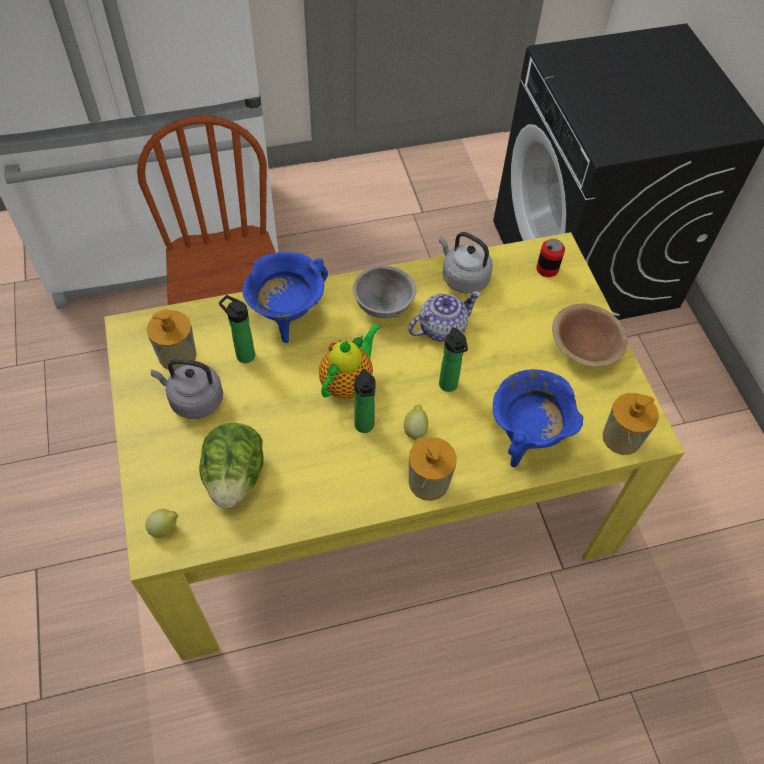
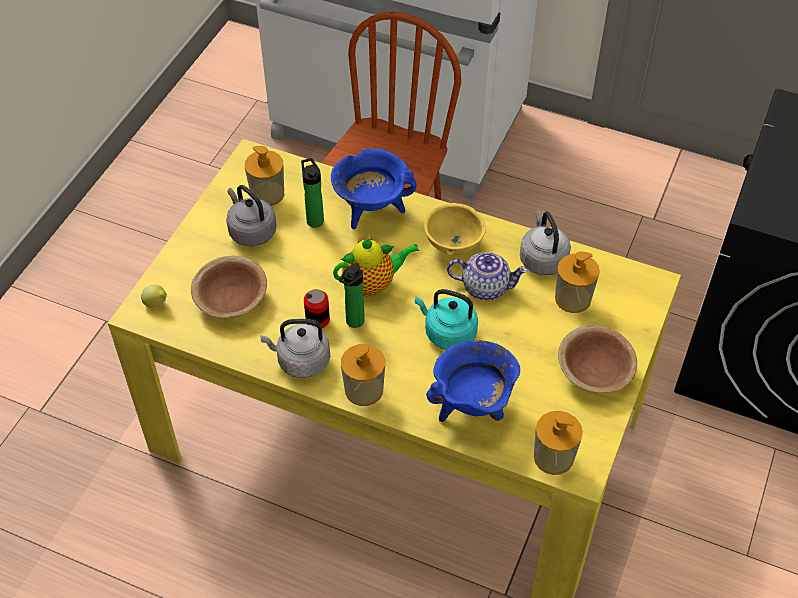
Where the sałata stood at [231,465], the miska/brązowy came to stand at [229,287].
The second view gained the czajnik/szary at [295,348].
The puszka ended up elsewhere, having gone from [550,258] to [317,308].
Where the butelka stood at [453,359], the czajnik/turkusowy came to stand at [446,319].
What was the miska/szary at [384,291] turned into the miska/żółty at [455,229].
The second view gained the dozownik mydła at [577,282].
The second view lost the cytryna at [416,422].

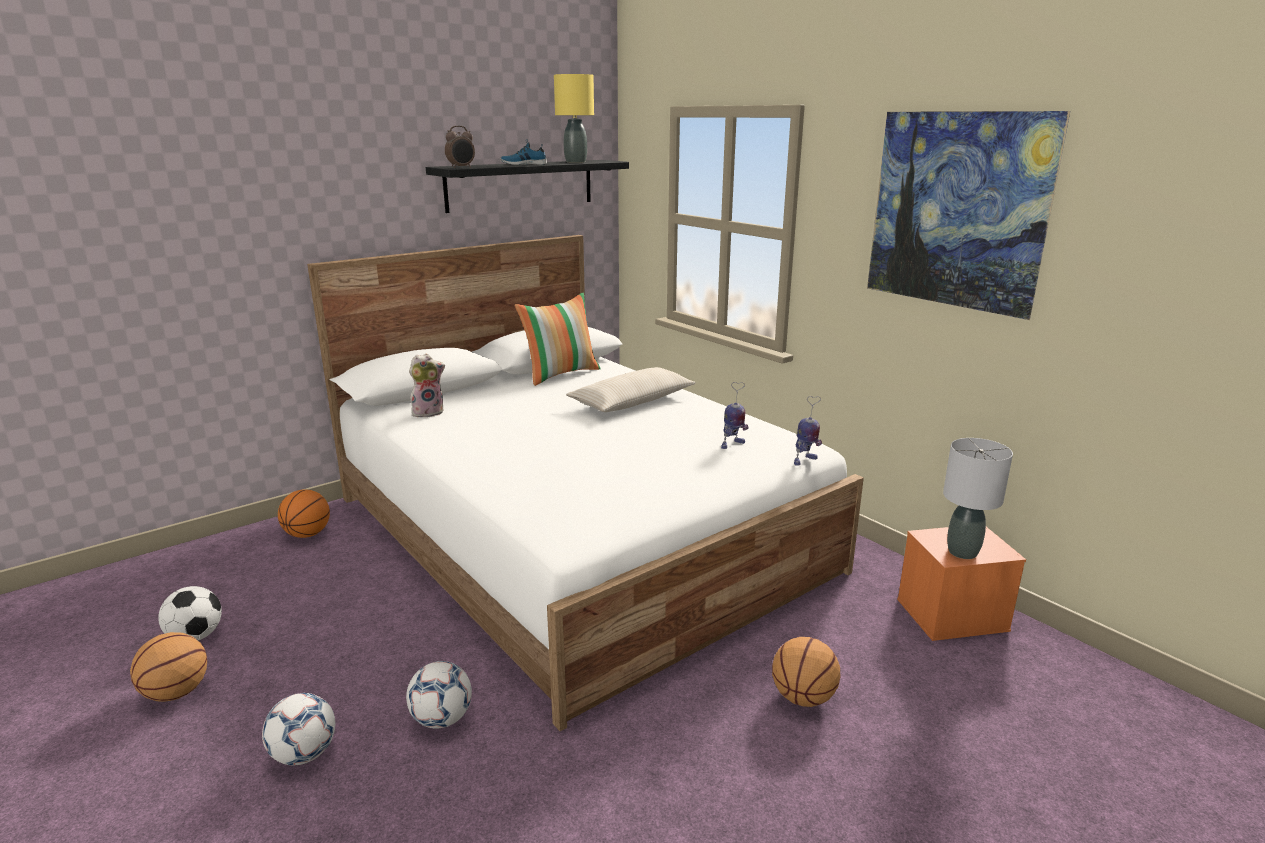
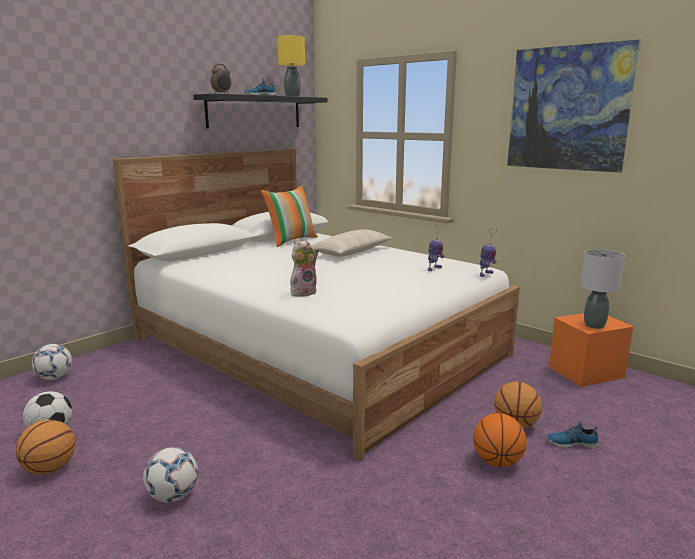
The piłka futbolowa ended up elsewhere, having gone from [439,694] to [52,362].
The pluszak ended up elsewhere, having gone from [427,385] to [304,268].
The piłka do koszykówki ended up elsewhere, having gone from [304,513] to [500,440].
The second view gained the but at [573,435].

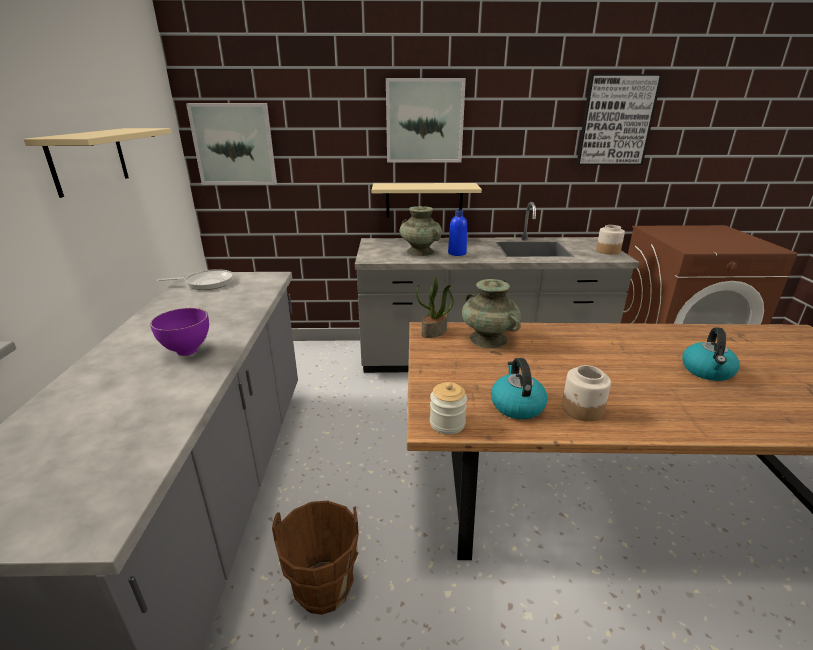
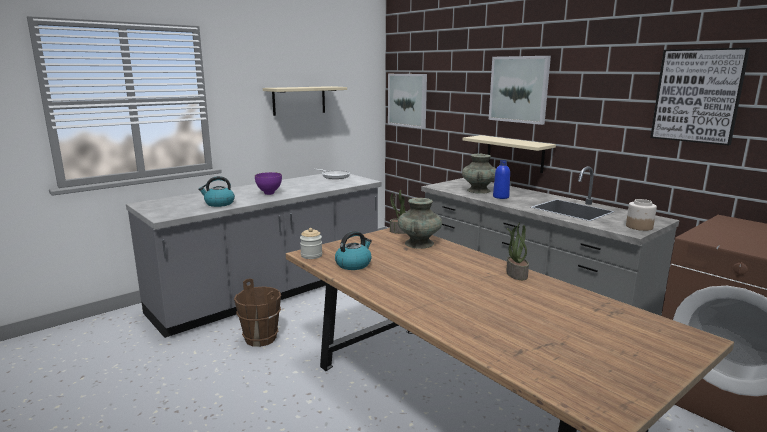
The czajnik ended up elsewhere, having gone from [711,354] to [216,191].
The second view gained the roślina doniczkowa at [517,251].
The second view lost the słoik at [586,393].

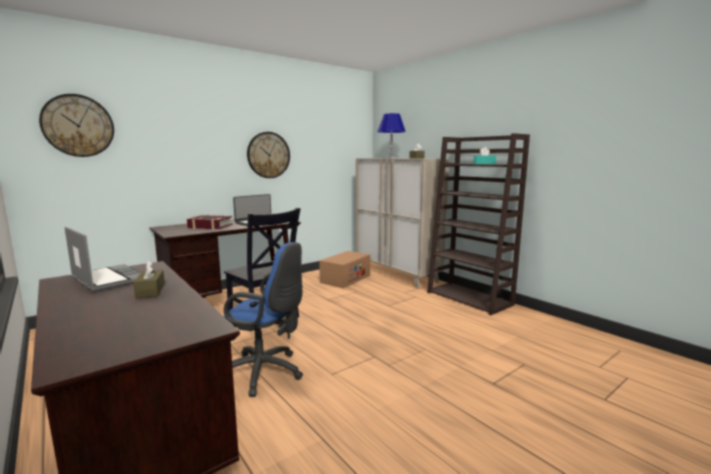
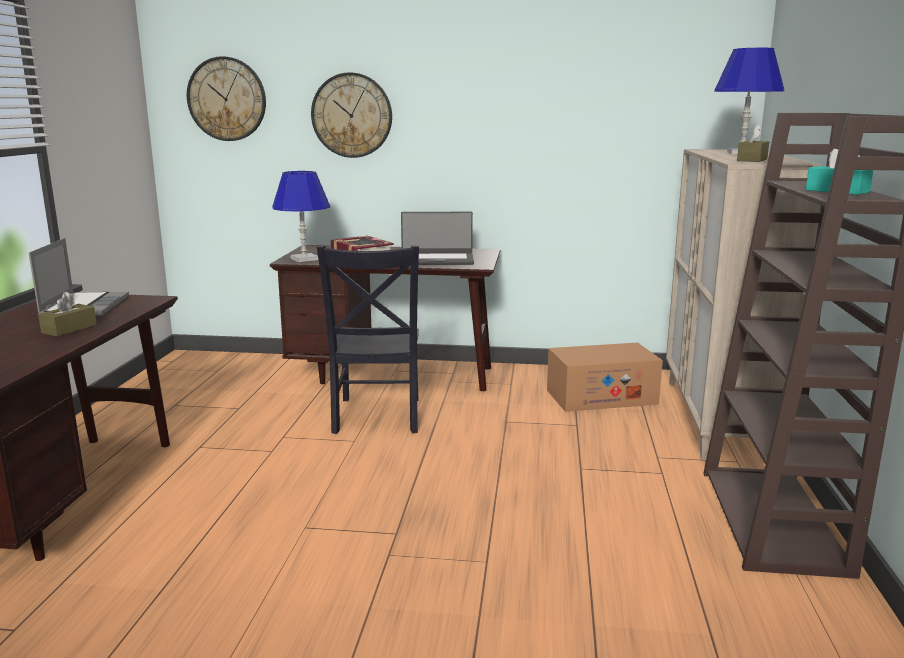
The second view gained the lampa stołowa/niebieski at [301,216].
The zegar ścienny ended up elsewhere, having gone from [268,155] to [351,115].
The second view lost the krzesło biurowe/niebieski at [263,319].

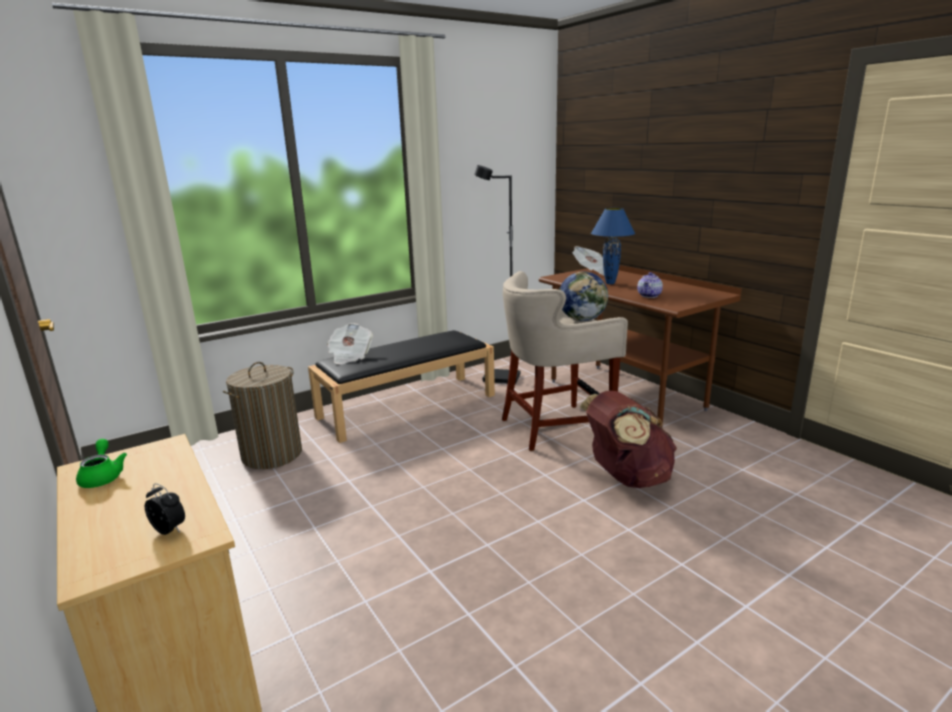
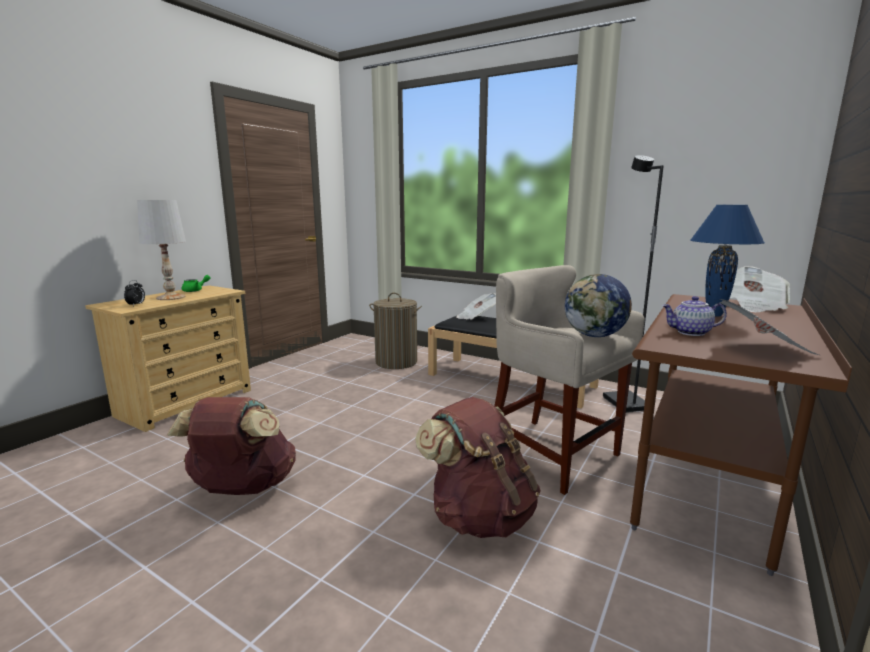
The second view gained the lampa stołowa/biały at [161,250].
The second view gained the plecak/brązowy at [231,446].
The second view gained the gazeta at [769,327].

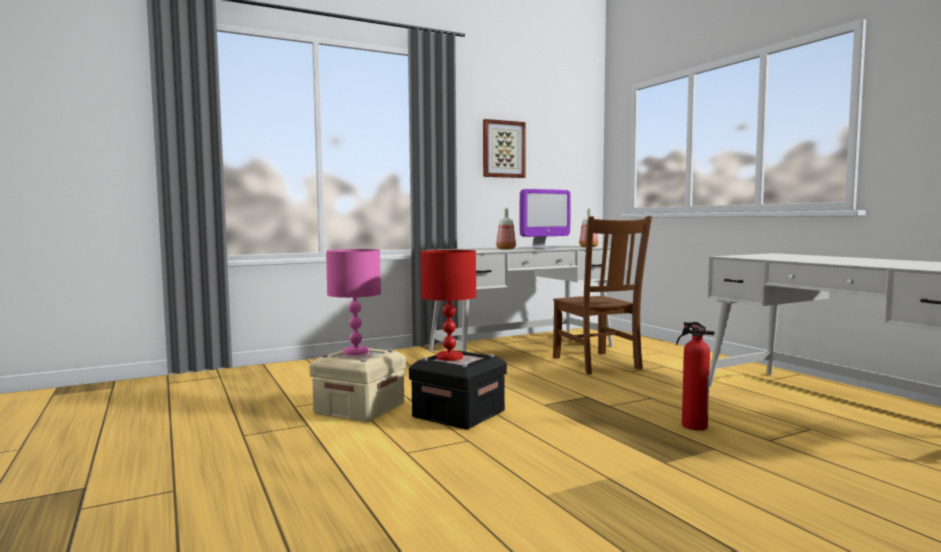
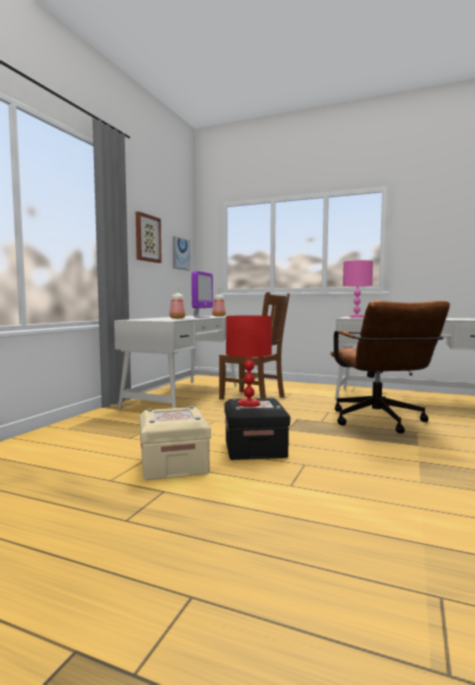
The second view gained the obraz at [181,253].
Where the gaśnica stood at [695,376], the krzesło biurowe/brązowy came to stand at [390,367].
The lampa stołowa/różowy ended up elsewhere, having gone from [353,302] to [358,289].

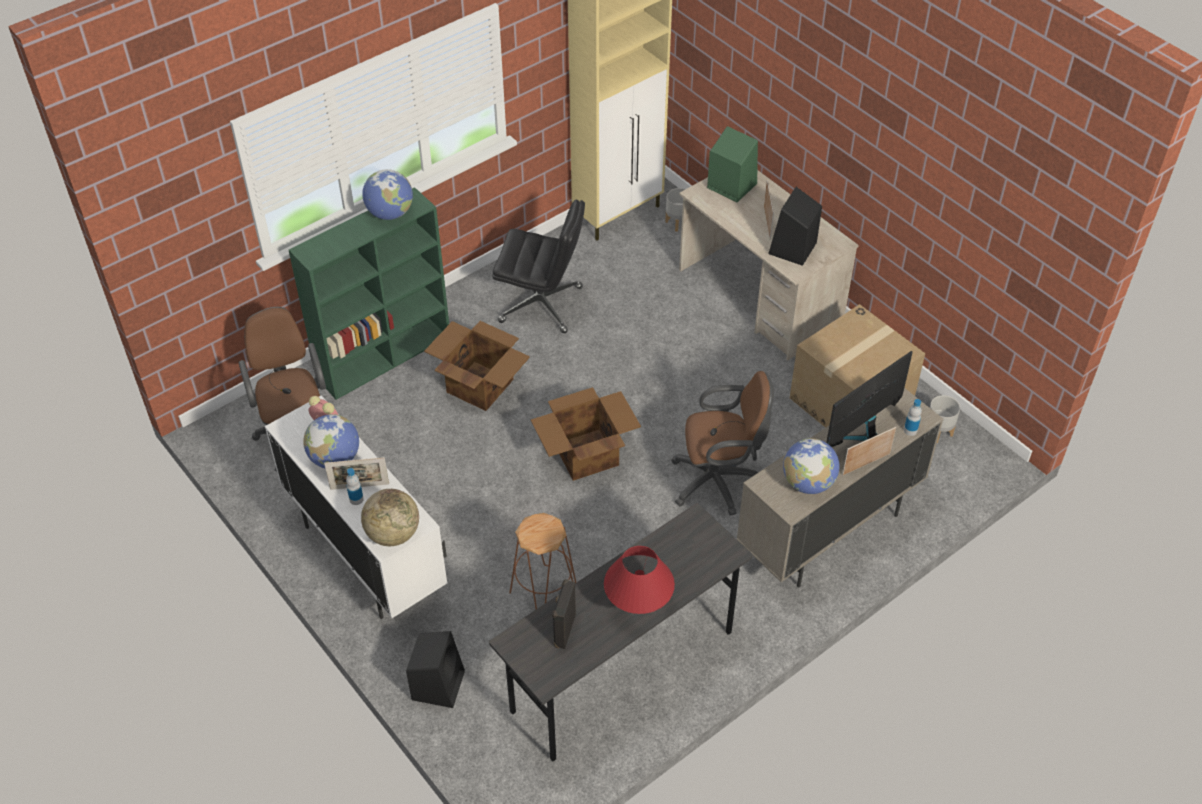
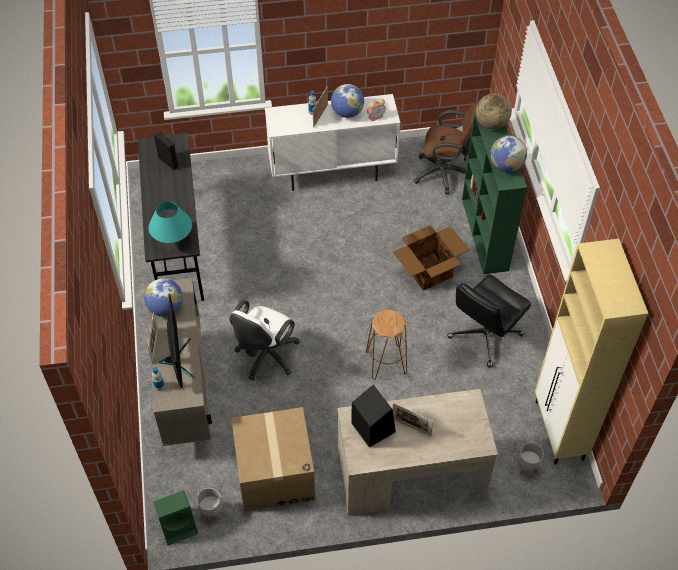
The second view gained the lampa stołowa/turkusowy at [170,222].
The głośnik/zielony ended up elsewhere, having gone from [732,164] to [175,517].
What was the krzesło biurowe/brązowy at [722,443] turned into the krzesło biurowe/biały at [264,340].
The stołek/brązowy ended up elsewhere, having gone from [542,561] to [386,345].
The globus ended up elsewhere, having gone from [390,517] to [494,111].
The second view lost the głośnik/czarny at [435,669].
The second view lost the karton at [586,434].
The second view lost the lampa stołowa/czerwony at [639,580].

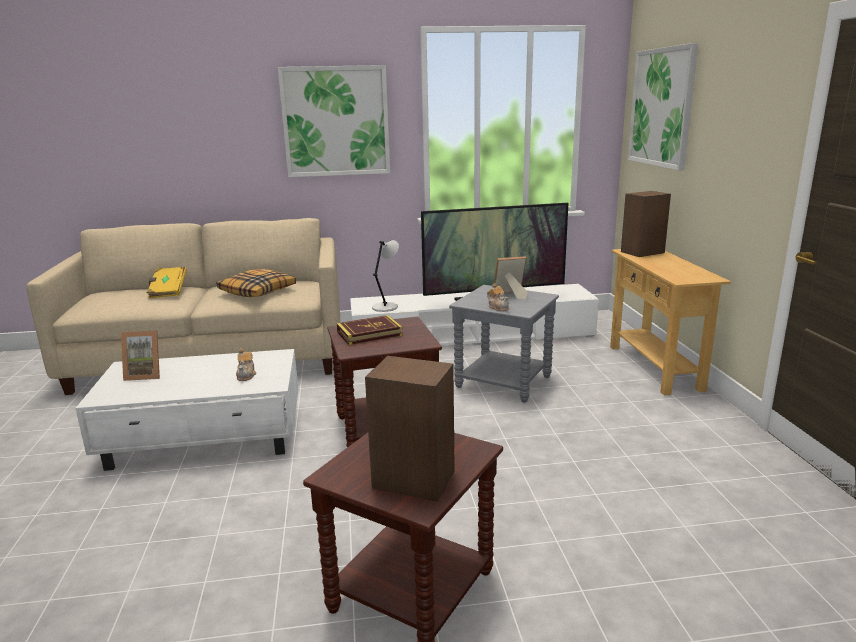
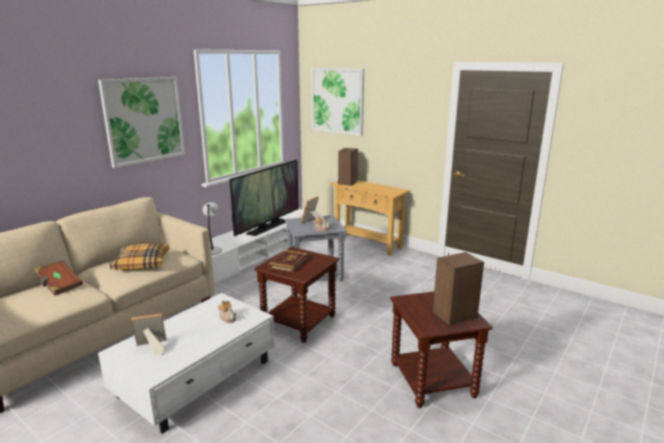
What was the książka/żółty at [167,282] turned into the książka/brązowy at [58,278].
The ramka na zdjęcie at [140,356] ended up facing another way, 150 degrees counterclockwise from before.

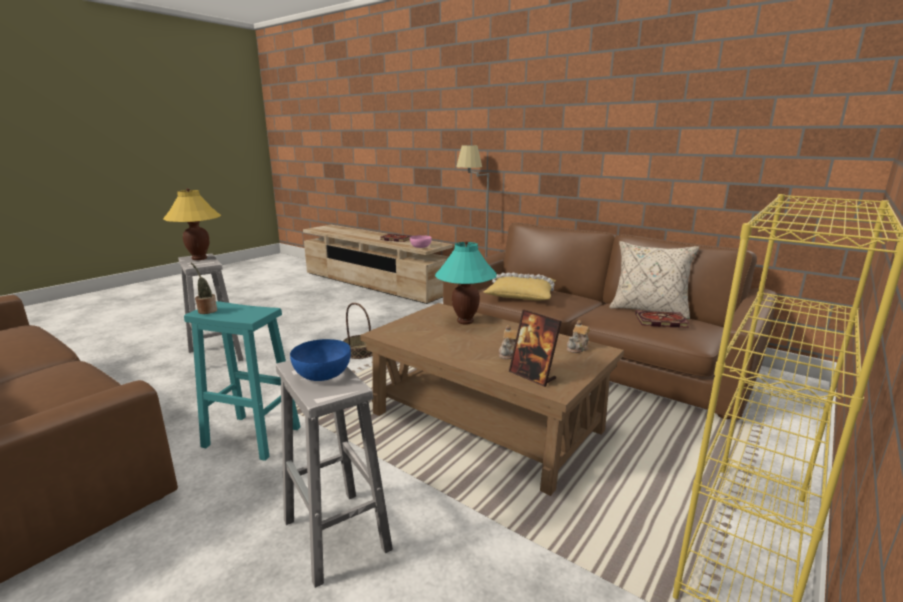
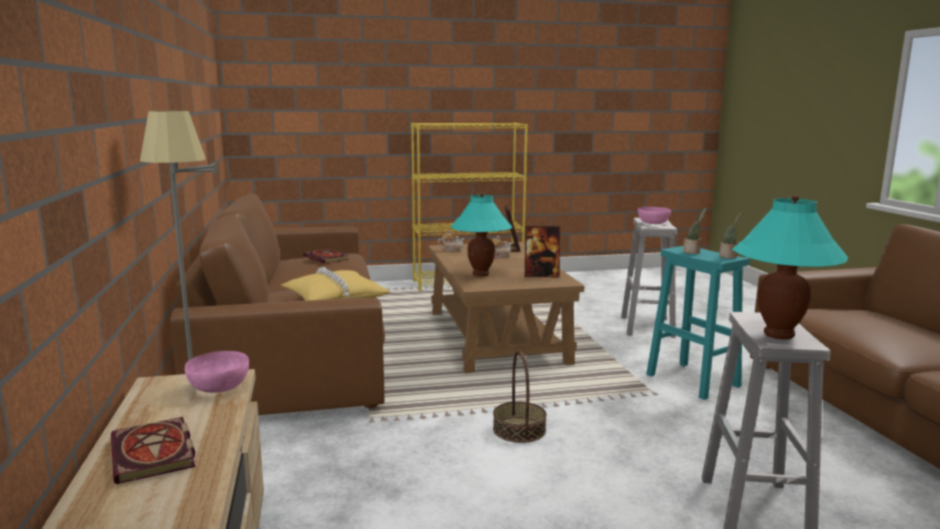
The second view gained the ramka na zdjęcie at [542,251].
What was the miska/niebieski at [320,360] turned into the miska/różowy at [654,215].
The second view gained the roślina doniczkowa at [694,231].
What was the lampa stołowa/żółty at [192,224] turned into the lampa stołowa/turkusowy at [790,267].
The second view lost the poduszka/beżowy at [654,280].

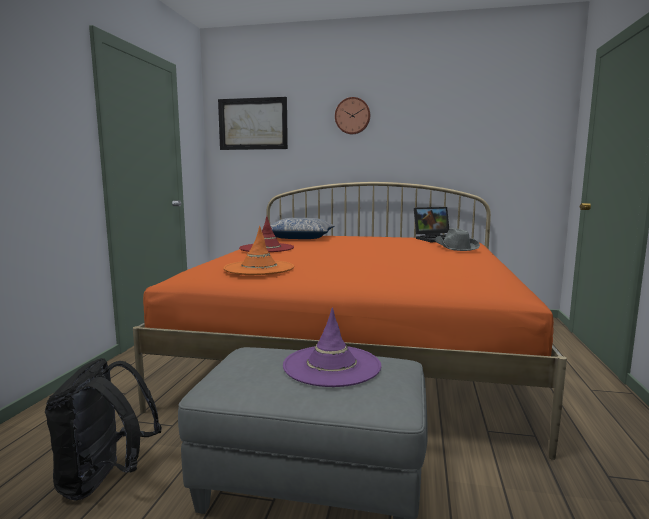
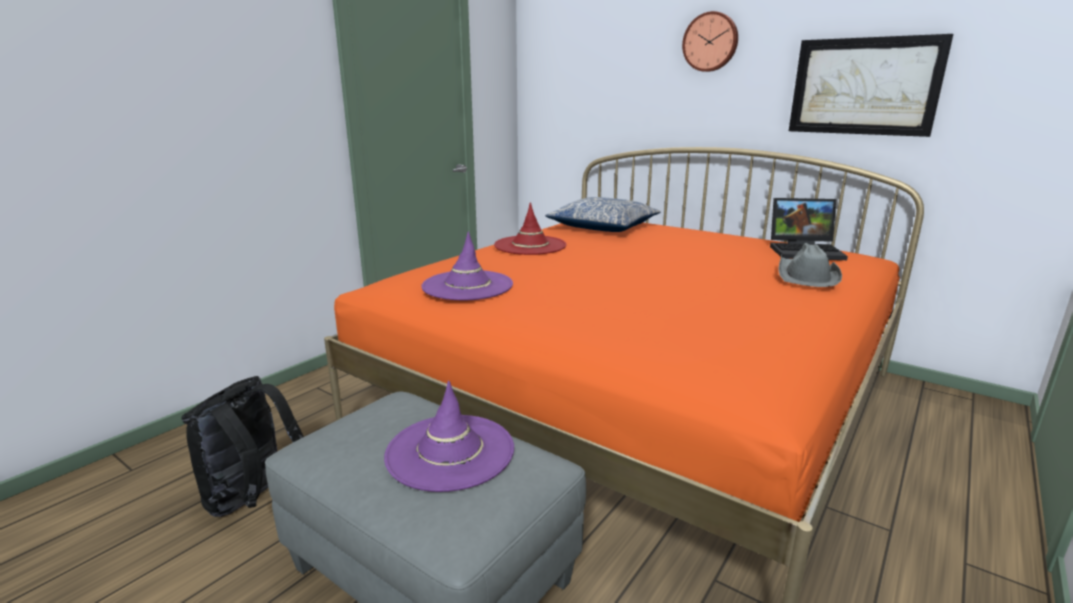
What was the kapelusz/pomarańczowy at [258,250] turned into the kapelusz/fioletowy at [467,265].
The obraz ended up elsewhere, having gone from [253,123] to [871,85].

